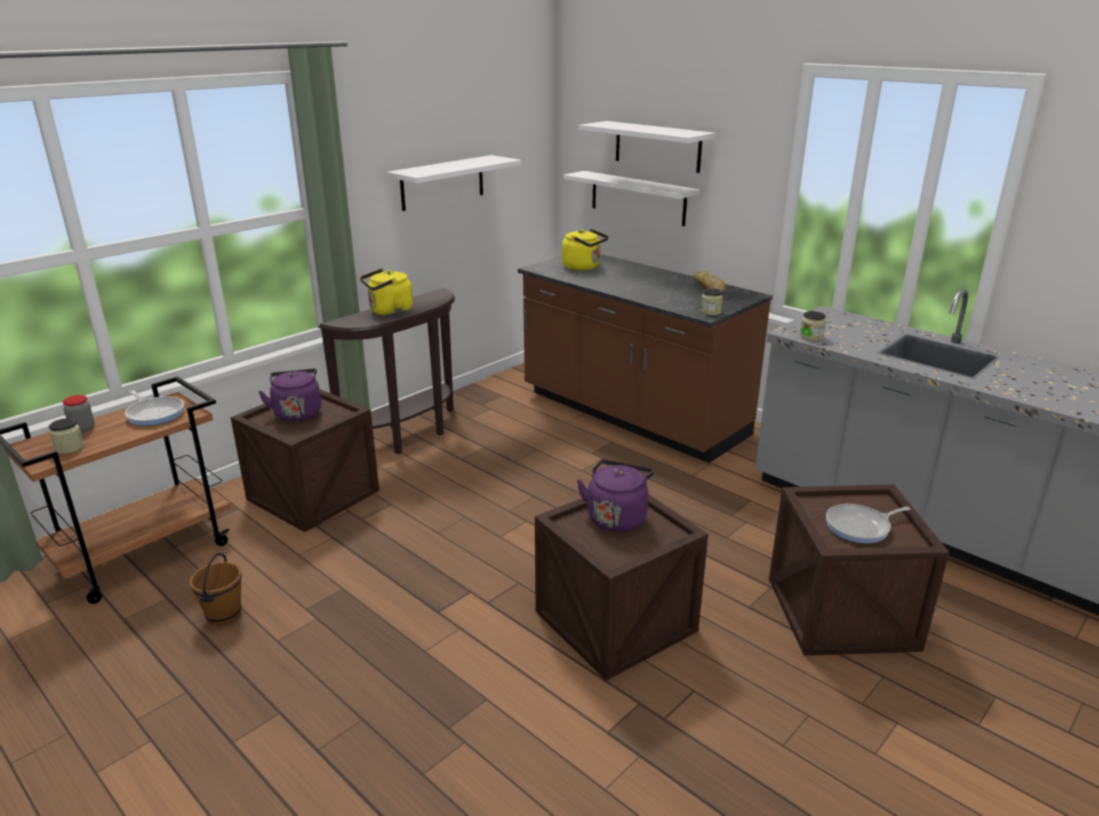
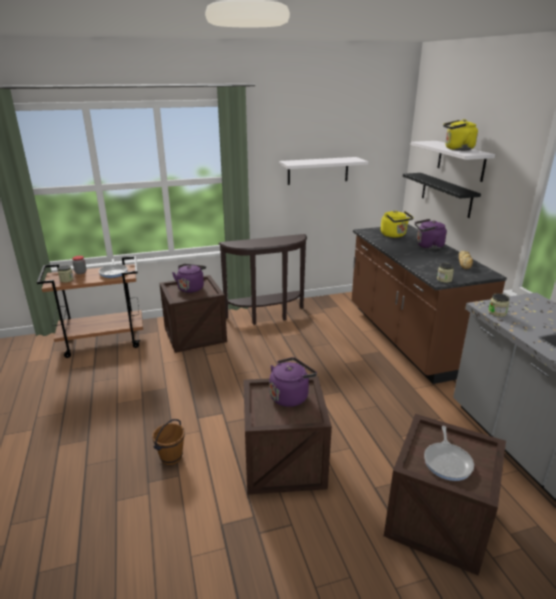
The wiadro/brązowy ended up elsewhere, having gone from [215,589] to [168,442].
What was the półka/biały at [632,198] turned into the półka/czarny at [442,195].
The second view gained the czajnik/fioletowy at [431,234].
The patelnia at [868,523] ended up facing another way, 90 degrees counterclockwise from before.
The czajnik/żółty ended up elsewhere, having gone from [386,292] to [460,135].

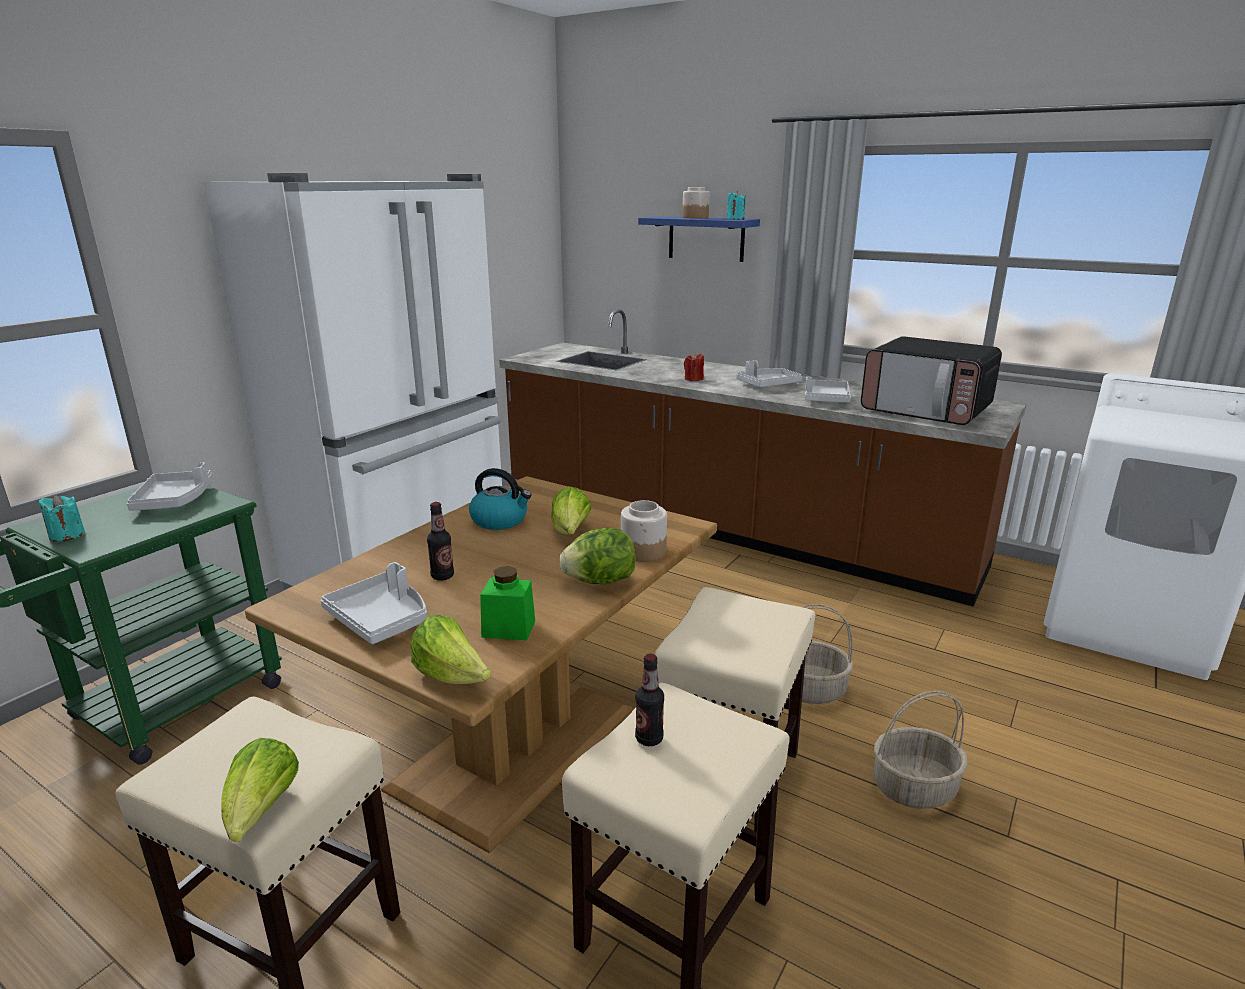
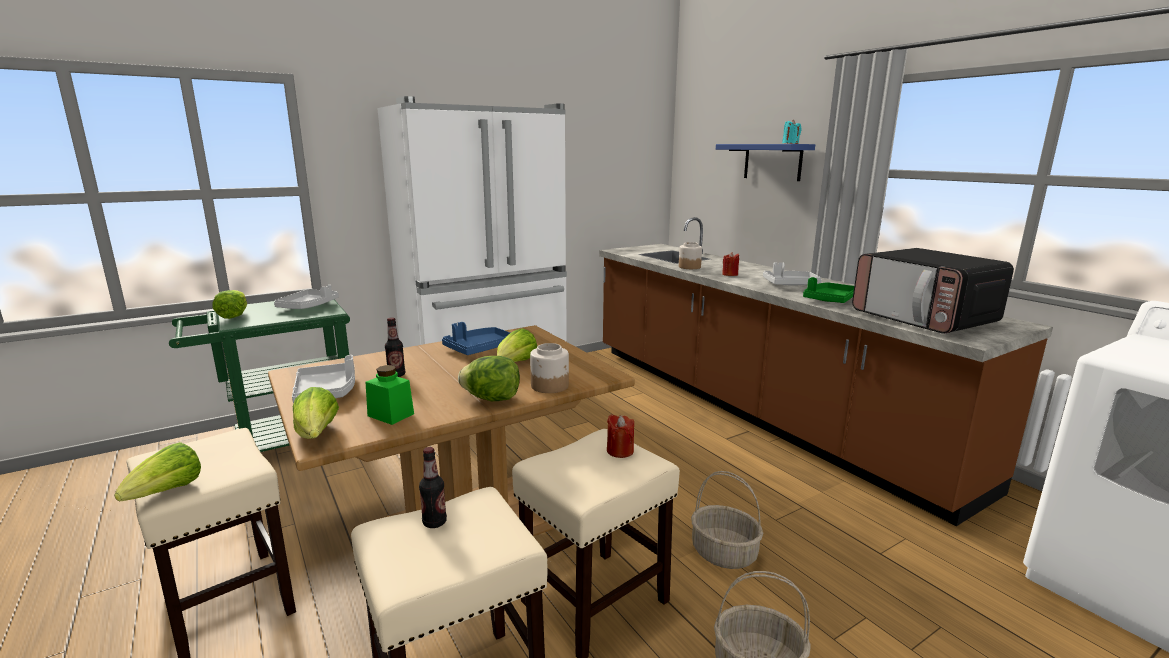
Where the świeca/turkusowy stood at [62,518], the sałata came to stand at [229,304].
Where the czajnik stood at [500,499], the taca/niebieski came to stand at [476,338].
The second view gained the świeca/czerwony at [620,436].
The słoik ended up elsewhere, having gone from [696,202] to [690,255].
What was the taca/szary at [828,390] turned into the taca/zielony at [828,290].

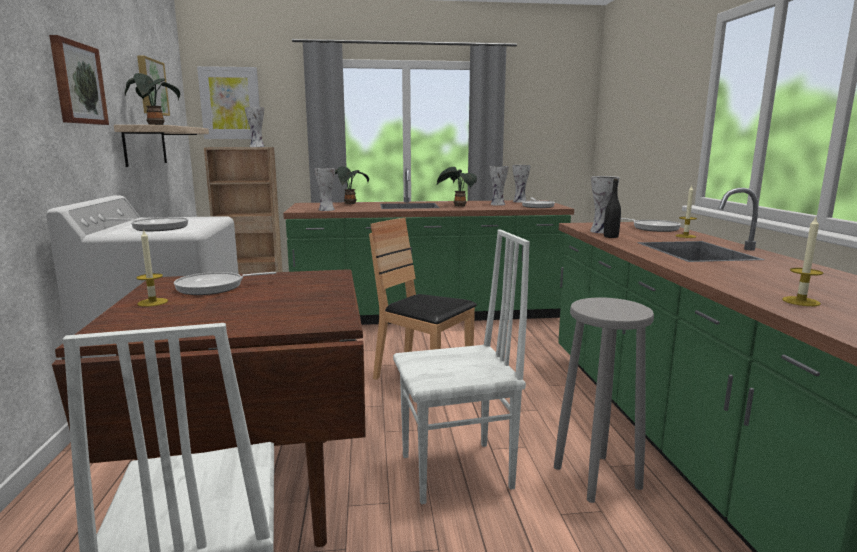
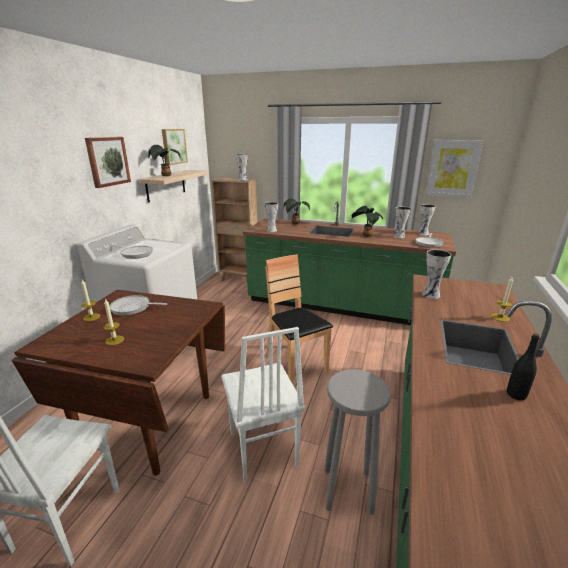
The świeca ended up elsewhere, having gone from [802,261] to [113,322].
The krzesło/biały at [461,366] ended up facing another way, 60 degrees clockwise from before.
The obraz ended up elsewhere, having gone from [228,102] to [454,168].
The butelka/czarny ended up elsewhere, having gone from [612,208] to [523,366].
The second view lost the patelnia at [651,225].

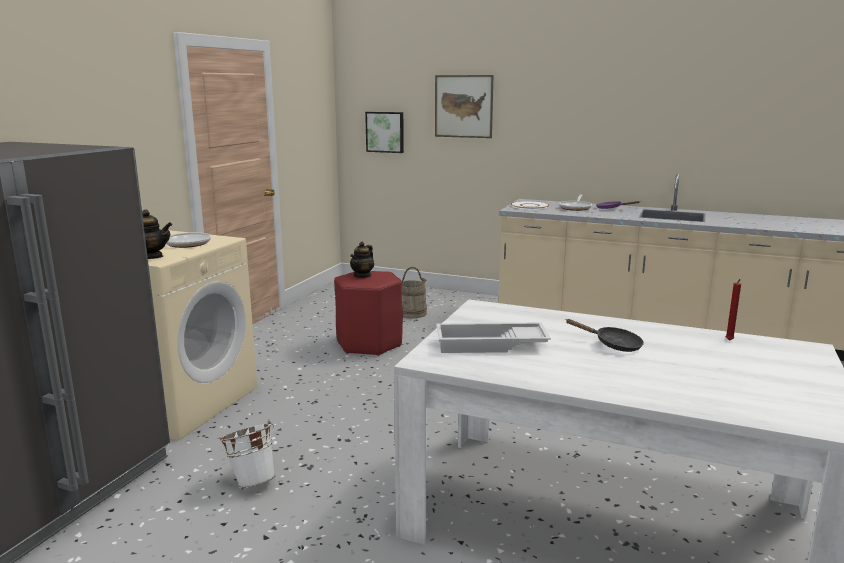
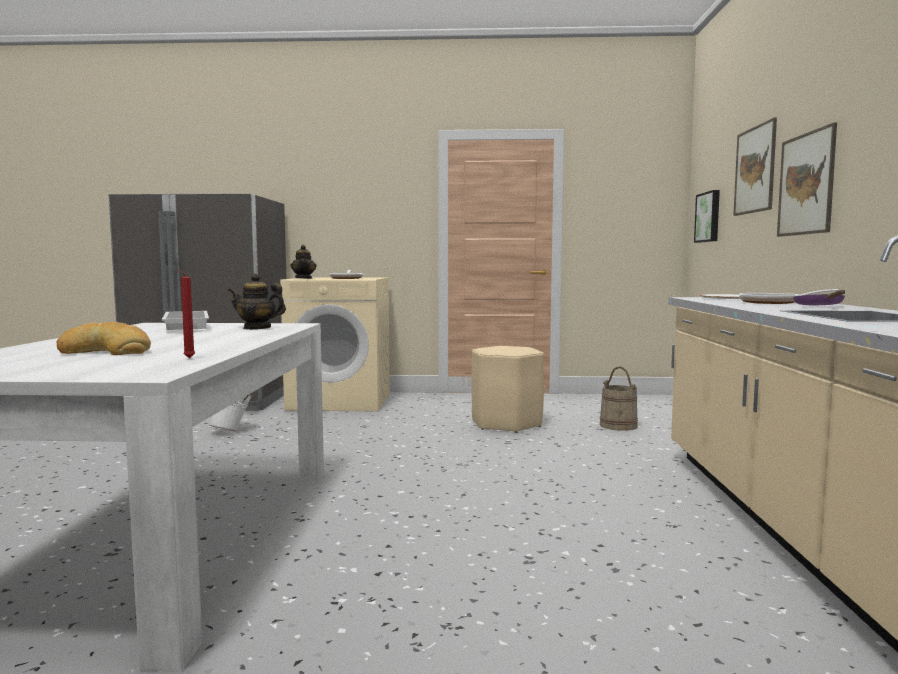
The second view gained the chleb at [104,338].
The imbryk ended up elsewhere, having gone from [362,260] to [257,301].
What was the stołek/czerwony at [368,313] turned into the stołek/beżowy at [508,389].
The second view gained the obraz at [807,179].
The second view lost the patelnia/czarny at [605,335].

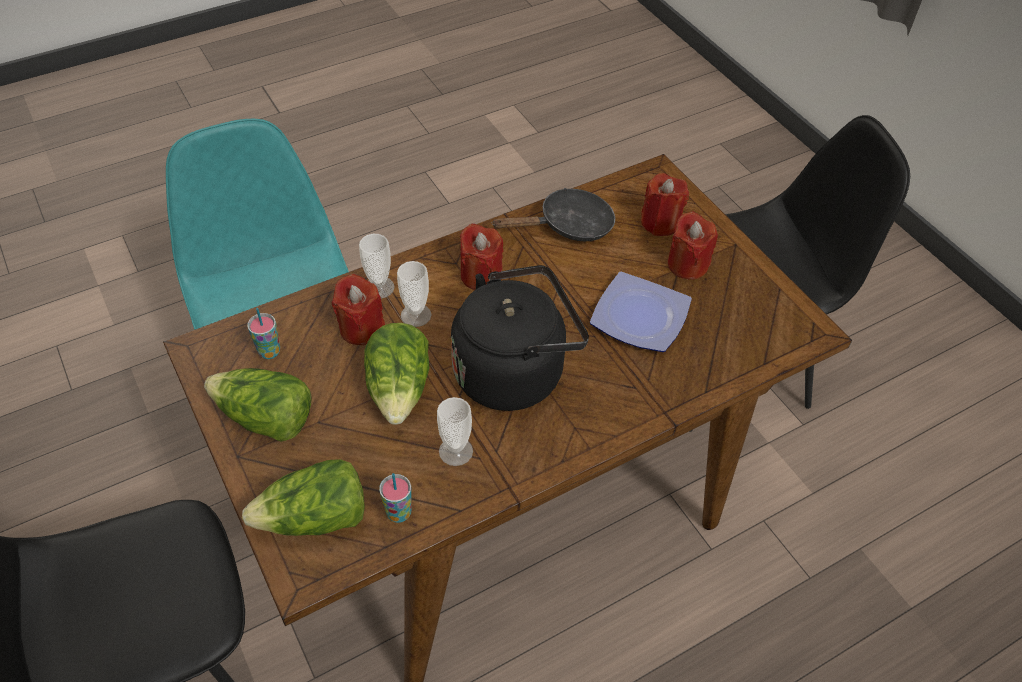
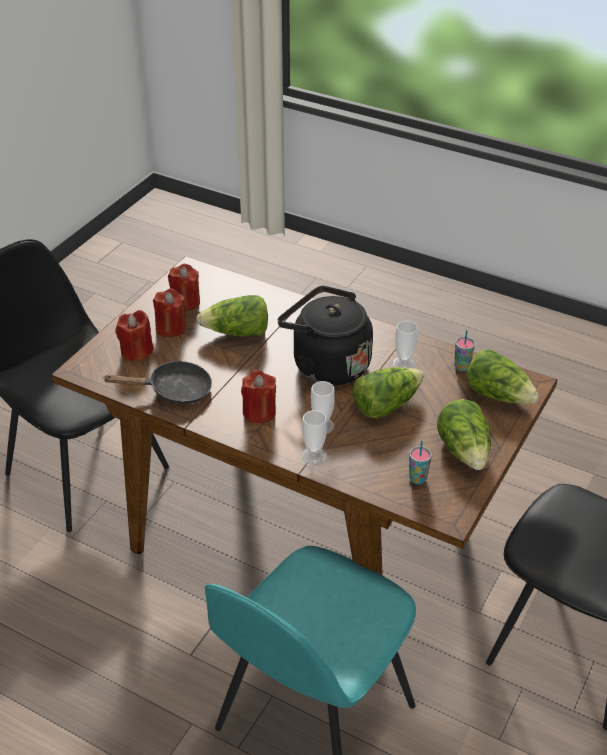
The patelnia/czarny at [553,214] ended up facing another way, 135 degrees clockwise from before.
The świeca/czerwony ended up elsewhere, having gone from [358,309] to [184,287].
Where the talerz stood at [641,312], the sałata came to stand at [232,315].

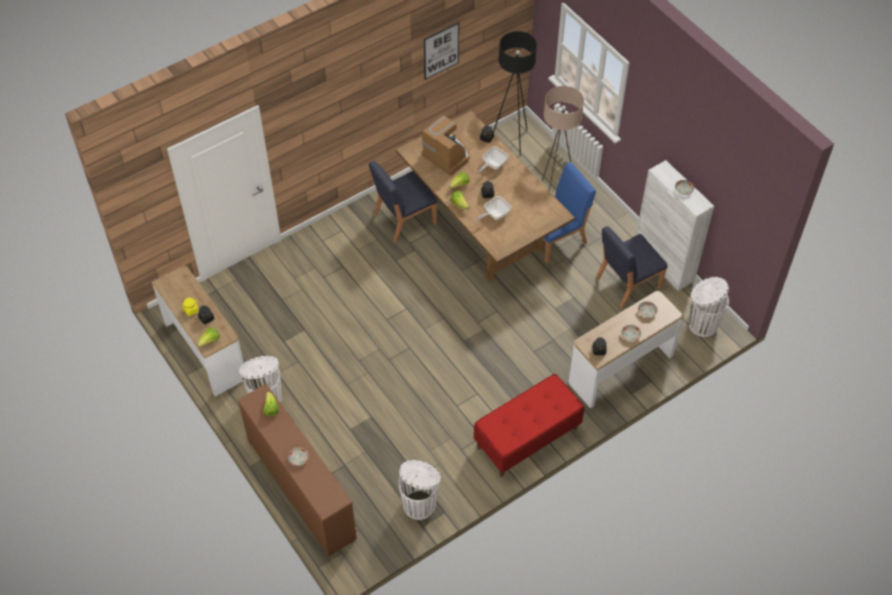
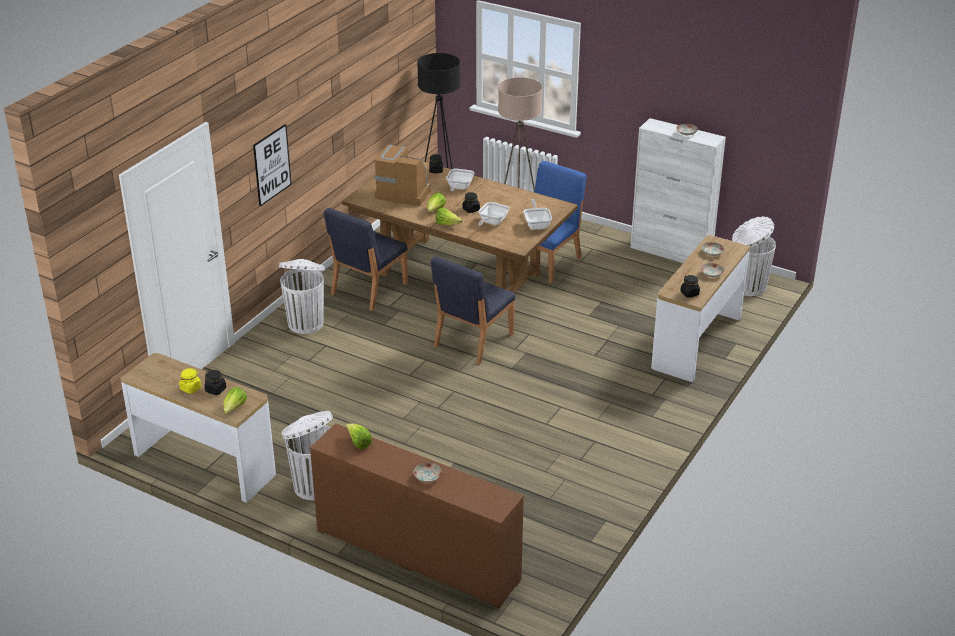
The obraz ended up elsewhere, having gone from [441,51] to [272,165].
The kosz na śmieci/biały ended up elsewhere, having gone from [419,490] to [302,296].
The krzesło/niebieski ended up elsewhere, having gone from [631,267] to [473,310].
The second view gained the patelnia at [538,214].
The second view lost the ławka/czerwony at [529,425].

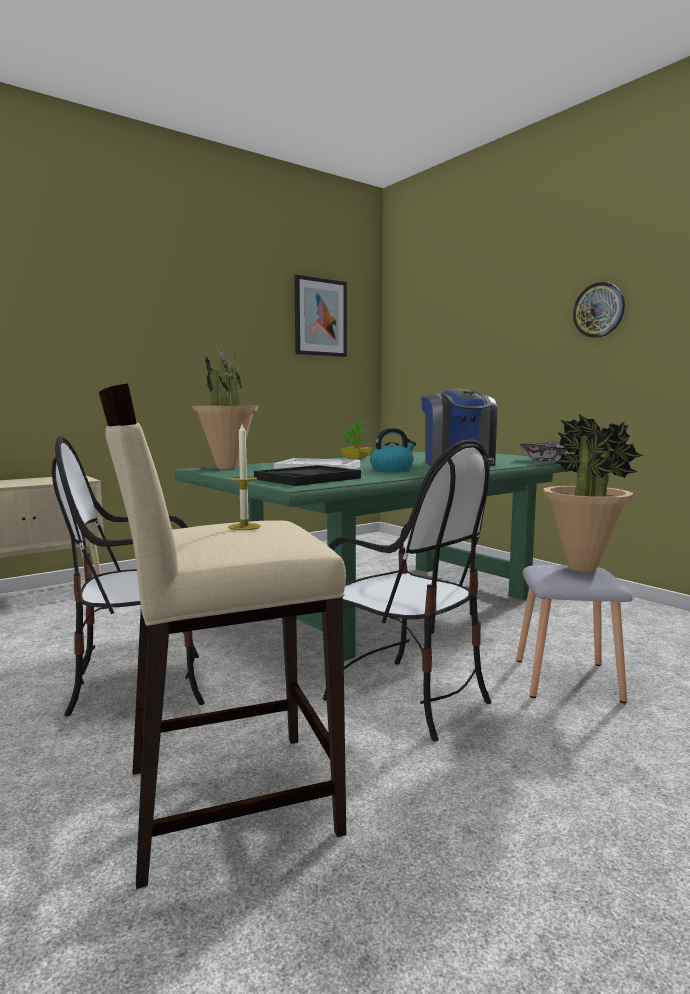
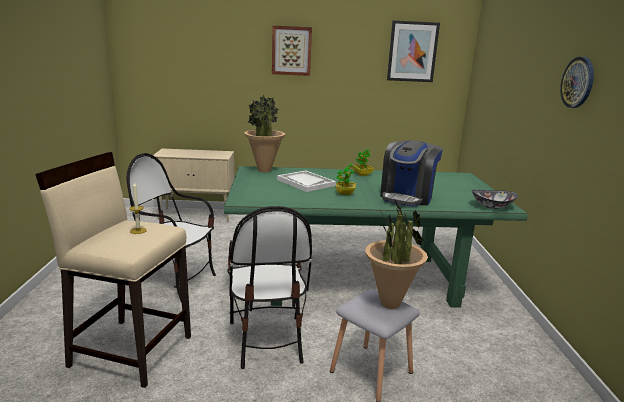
The second view gained the obraz at [292,50].
Where the czajnik stood at [393,449], the roślina doniczkowa came to stand at [346,179].
The second view lost the taca/czarny at [307,475].

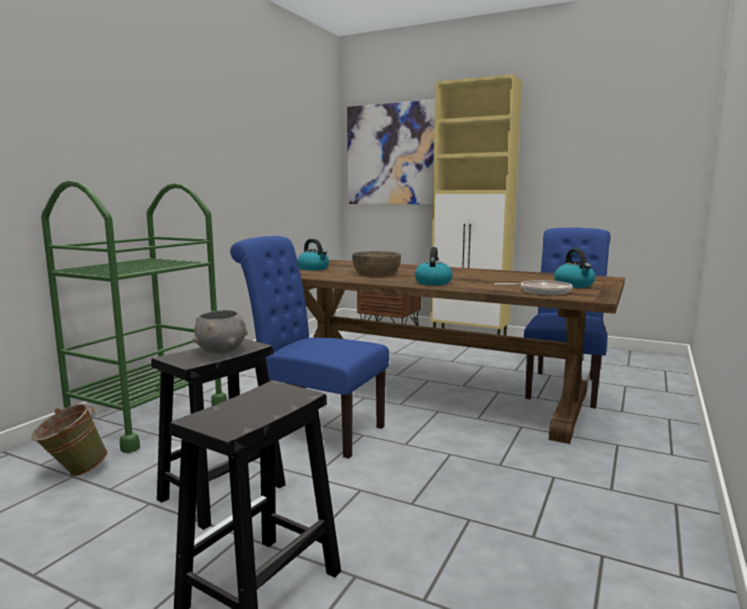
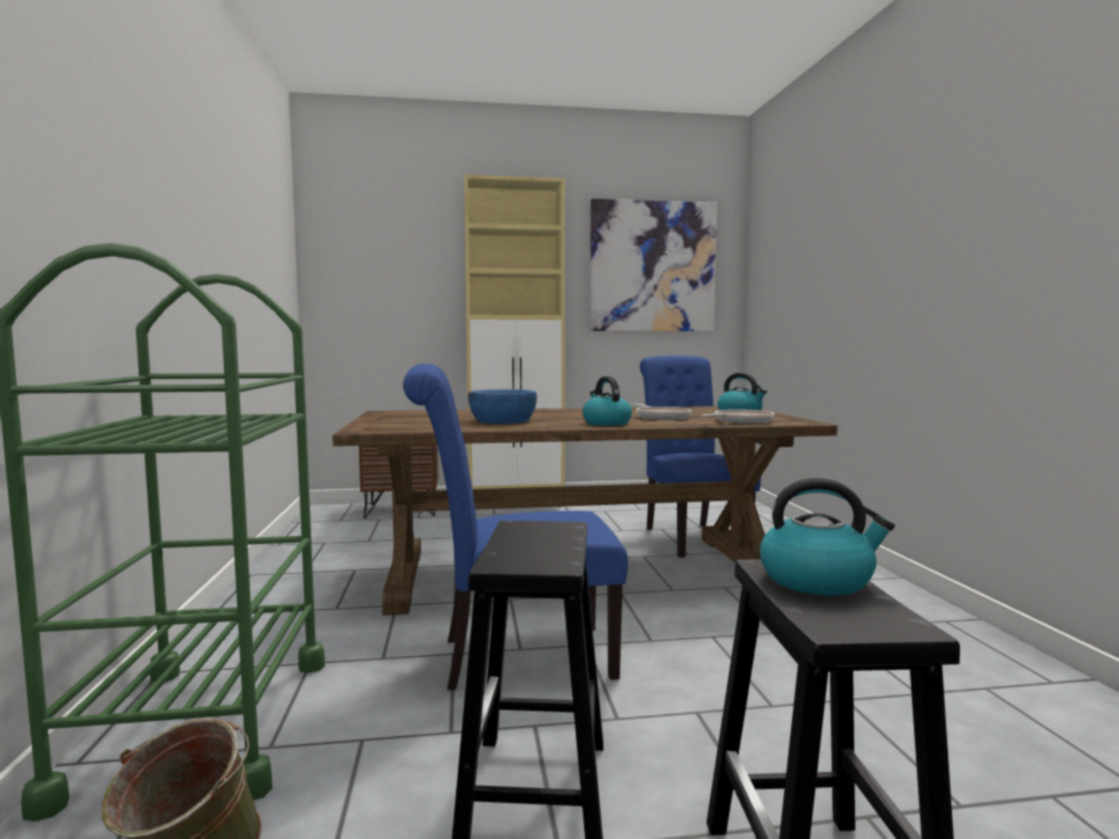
What was the miska/brązowy at [376,264] turned into the miska/niebieski at [502,406].
The obraz ended up elsewhere, having gone from [391,152] to [653,265].
The second view gained the patelnia at [662,412].
The czajnik ended up elsewhere, having gone from [313,255] to [827,537].
The second view lost the miska/szary at [220,332].

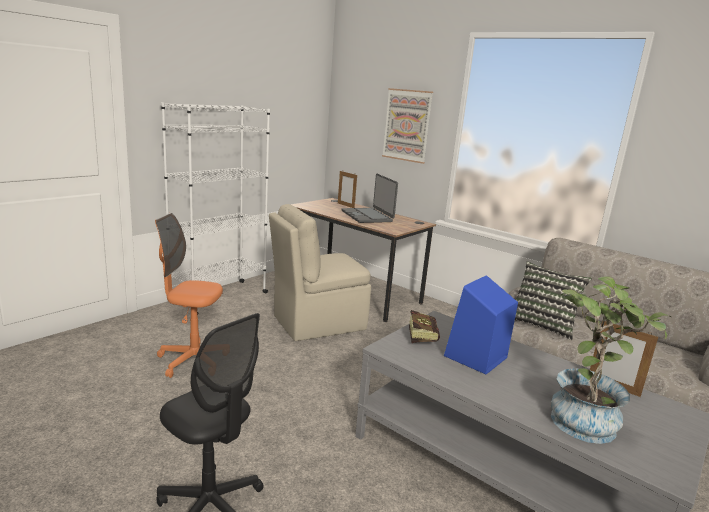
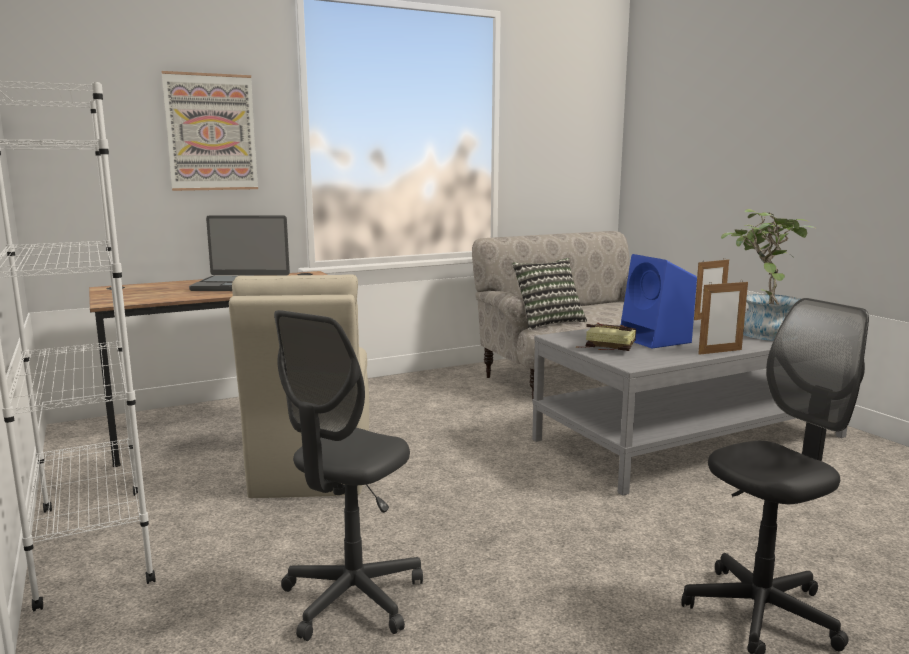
What was the krzesło biurowe/pomarańczowy at [189,295] turned into the krzesło biurowe/szary at [348,475].
The ramka na zdjęcie ended up elsewhere, having gone from [347,189] to [723,318].

